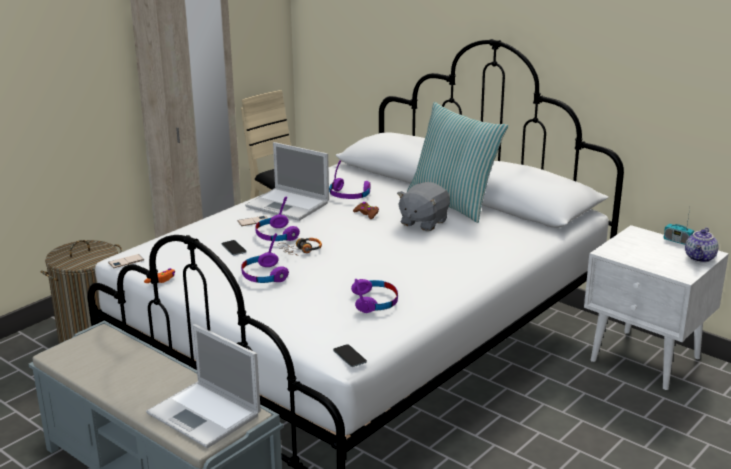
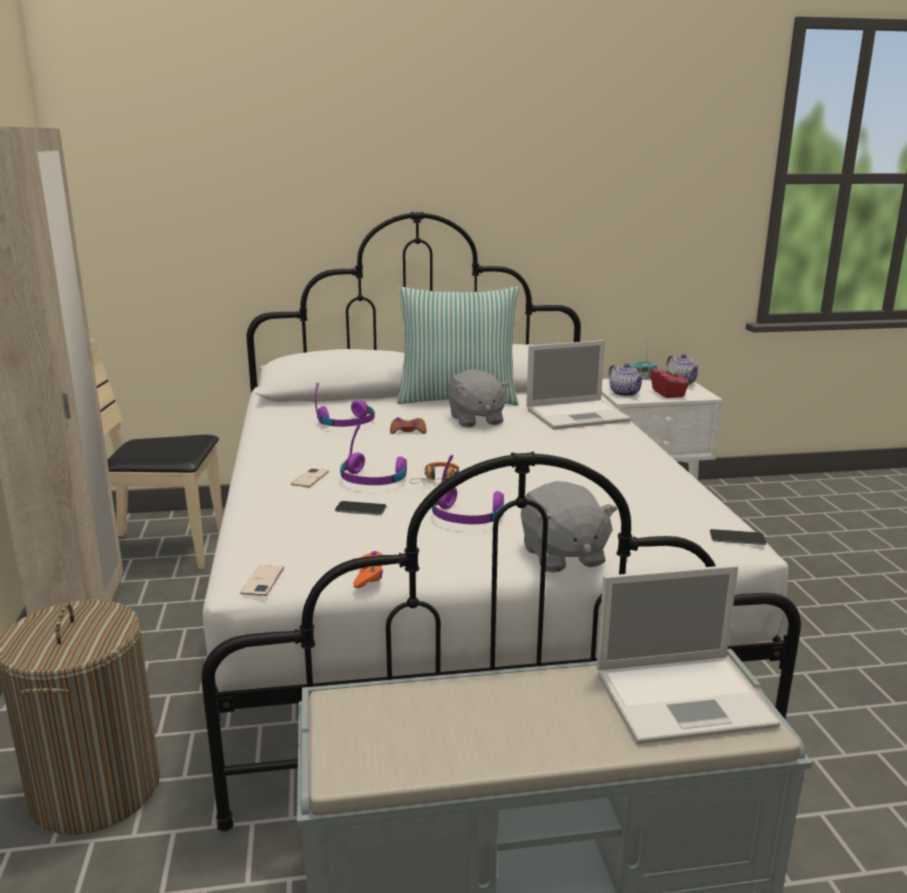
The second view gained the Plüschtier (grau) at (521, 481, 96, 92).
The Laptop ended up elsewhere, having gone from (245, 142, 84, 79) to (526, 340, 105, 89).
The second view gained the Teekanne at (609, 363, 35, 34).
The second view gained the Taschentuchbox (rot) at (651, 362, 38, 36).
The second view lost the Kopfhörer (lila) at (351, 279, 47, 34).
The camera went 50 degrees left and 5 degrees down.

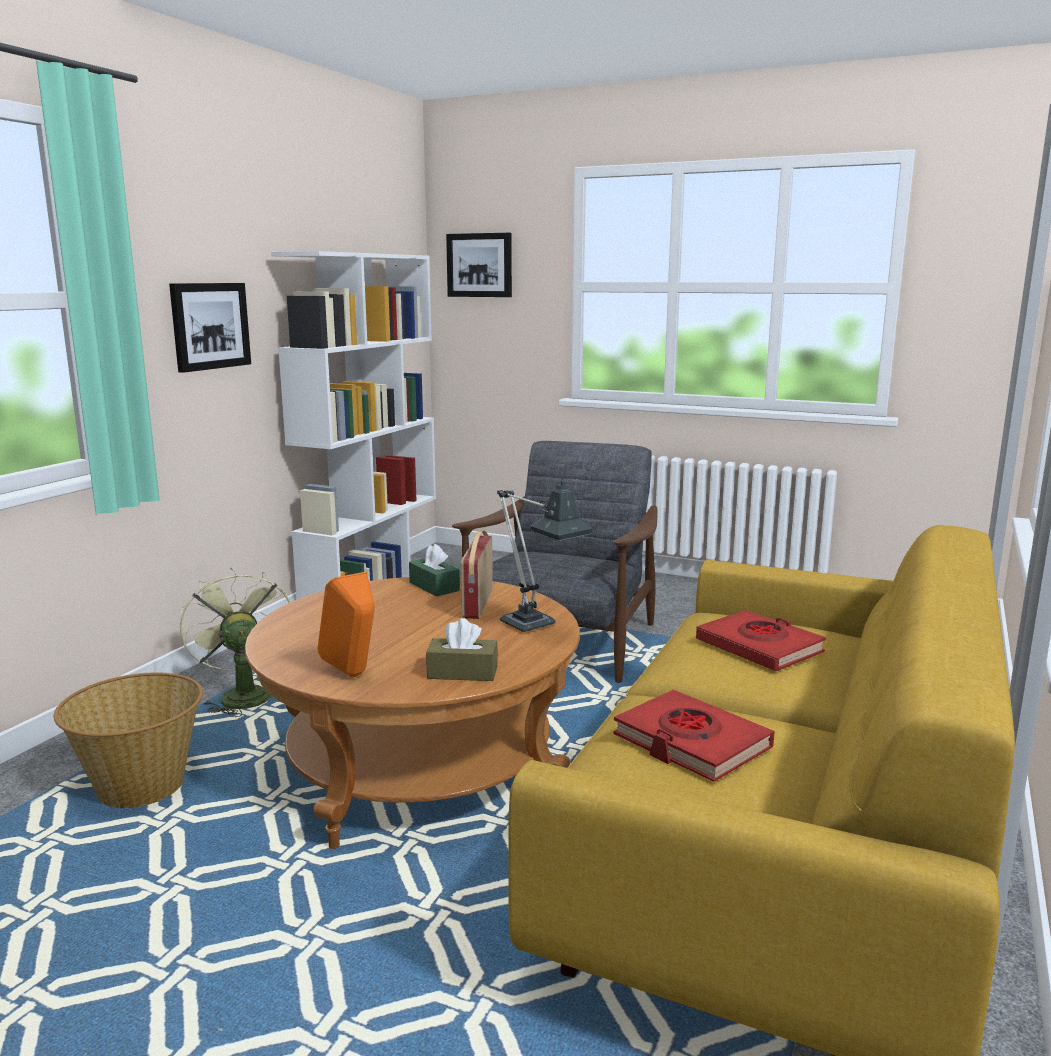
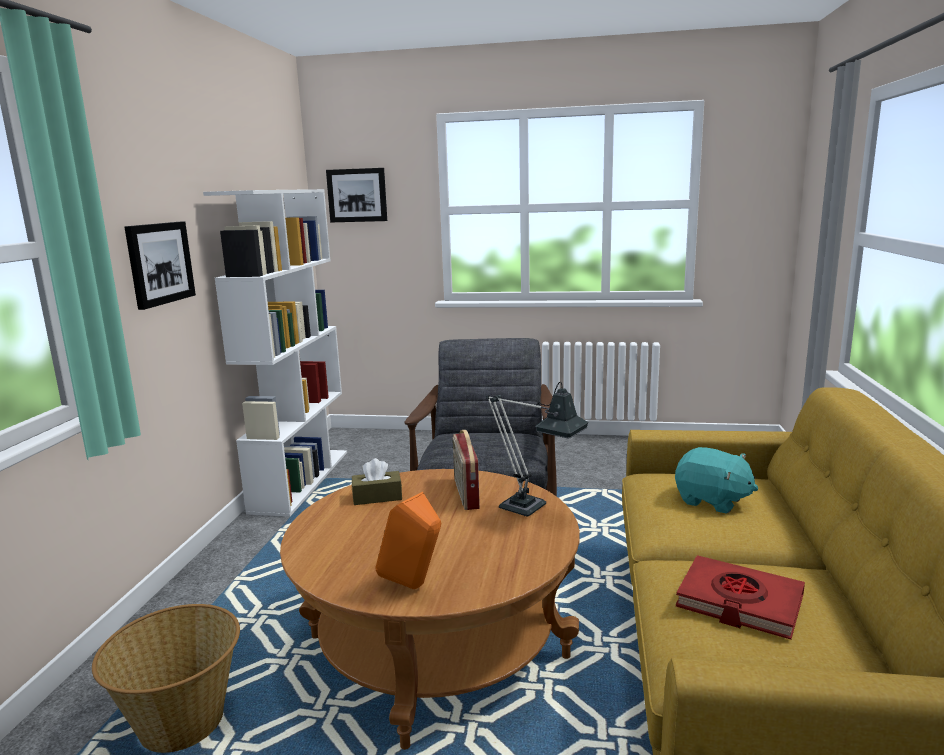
The Taschentuchbox (braun) ended up elsewhere, having gone from (426, 618, 72, 63) to (352, 458, 50, 47).
Where the Buch (rot) stood at (696, 610, 130, 61), the Plüschtier (türkis) came to stand at (675, 447, 83, 66).
The second view lost the Ventilator (grün) at (180, 568, 110, 149).
The second view lost the Taschentuchbox (grün) at (409, 544, 51, 52).
The camera went 15 degrees left and 0 degrees up.

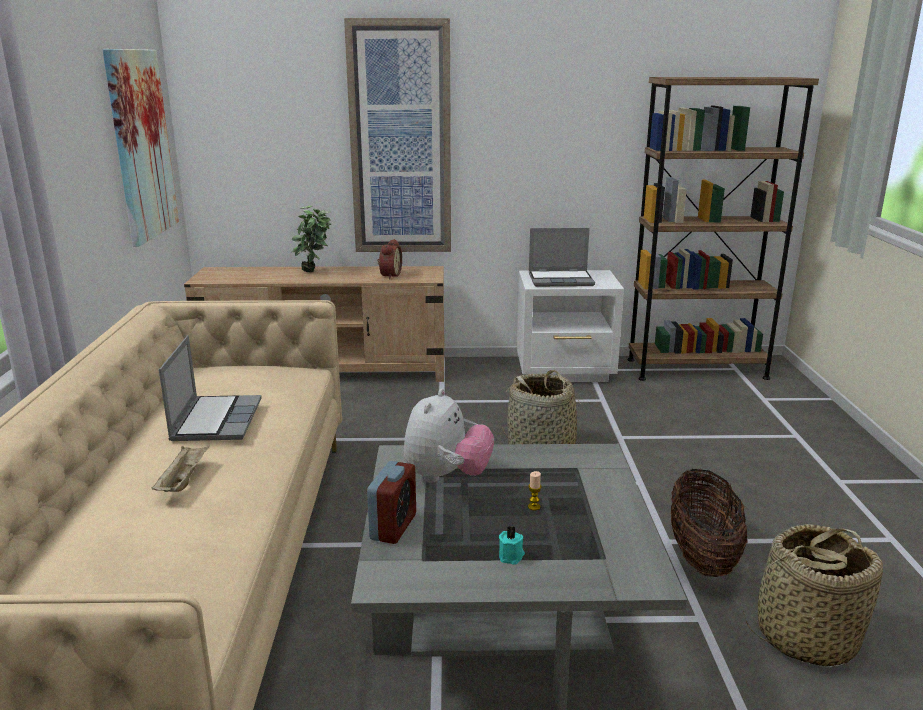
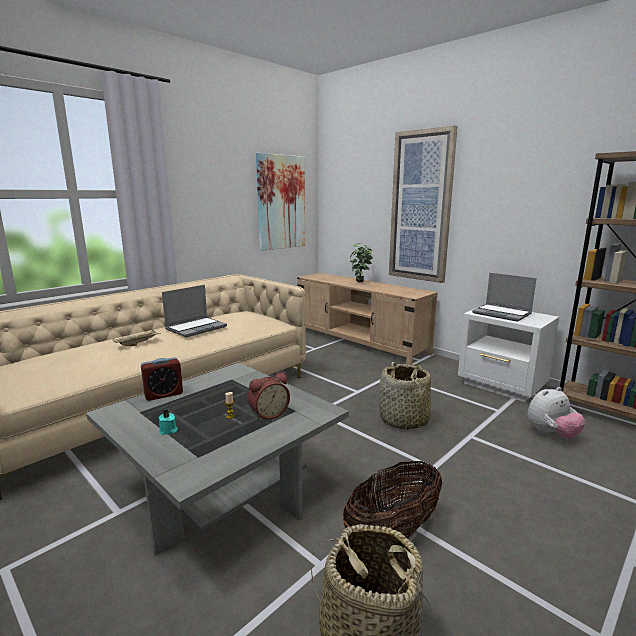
The Wecker ended up elsewhere, having gone from (377, 239, 25, 40) to (248, 373, 42, 47).
The Plüschtier ended up elsewhere, having gone from (404, 389, 90, 94) to (527, 387, 58, 52).
The camera went 45 degrees right and 5 degrees down.

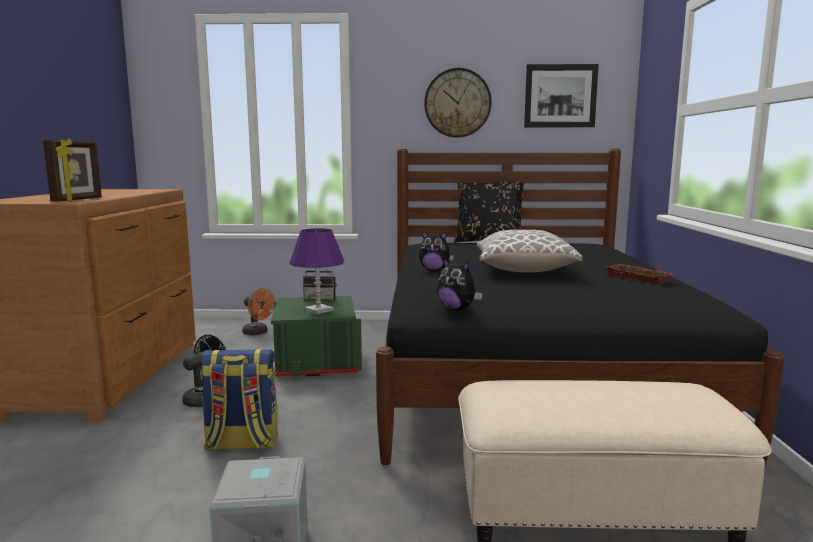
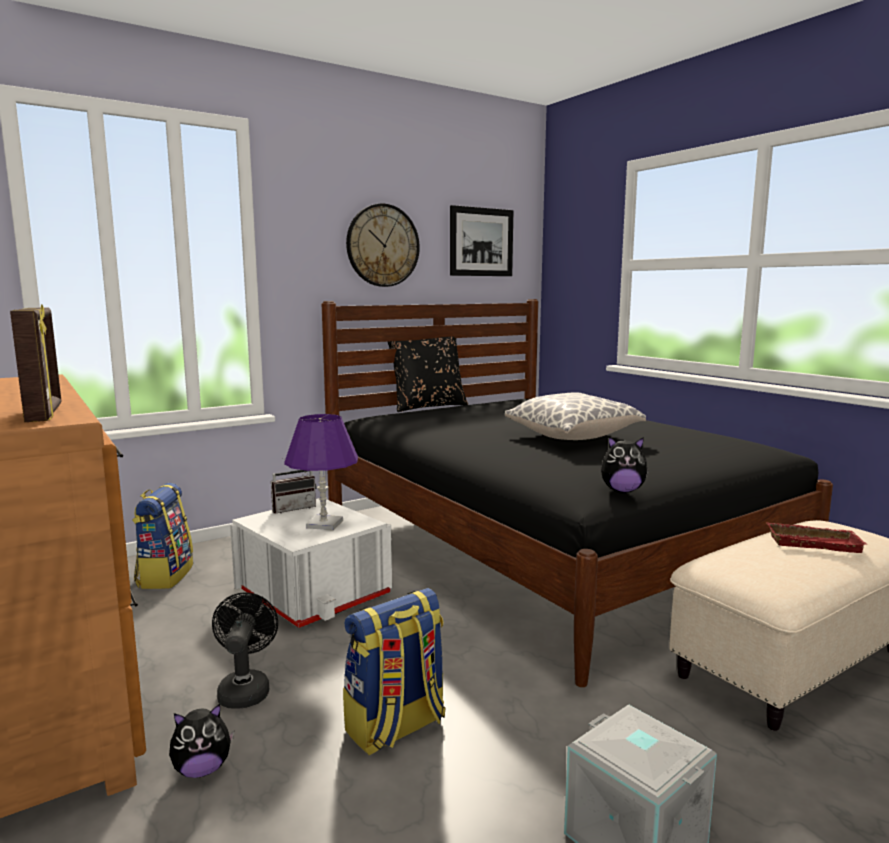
Where the Ventilator (orange) stood at (242, 288, 33, 47), the Rucksack came to stand at (132, 483, 61, 106).
The Plüschtier ended up elsewhere, having gone from (419, 231, 35, 40) to (169, 704, 65, 74).
What was the Aufbewahrungsbox (grün) at (271, 296, 91, 80) turned into the Aufbewahrungsbox (weiß) at (230, 498, 162, 130).
The Tablett (rot) ended up elsewhere, having gone from (606, 263, 69, 21) to (767, 522, 100, 31).
The camera went 35 degrees left and 0 degrees up.

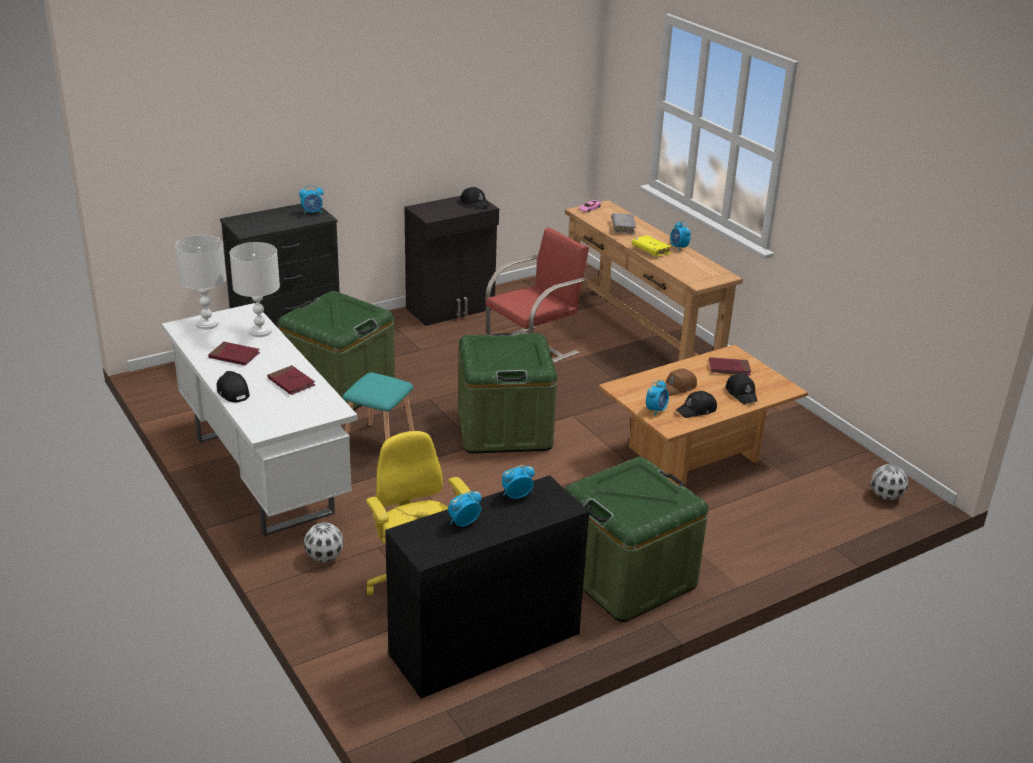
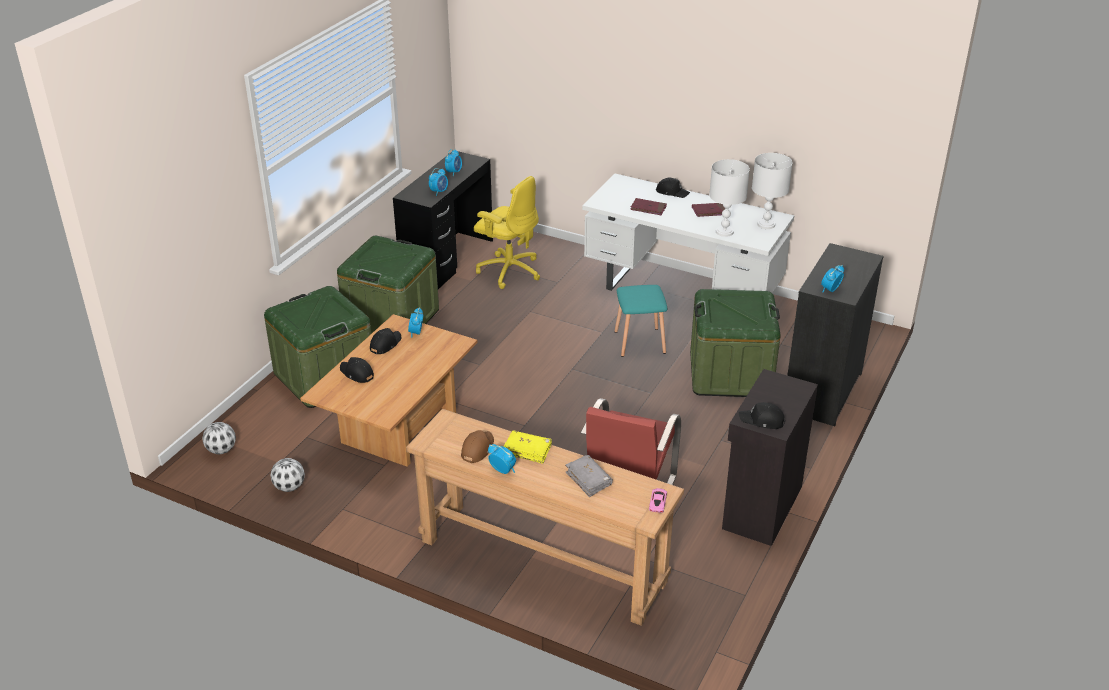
The Aufbewahrungsbox (grün) ended up elsewhere, having gone from (458, 333, 99, 121) to (264, 286, 107, 122).
The Fußball ended up elsewhere, having gone from (304, 523, 40, 39) to (270, 458, 35, 34).
The Kappe (braun) ended up elsewhere, having gone from (665, 369, 32, 27) to (461, 430, 33, 33).
The second view lost the Buch (rot) at (709, 357, 42, 18).
The camera went 150 degrees right and 5 degrees up.

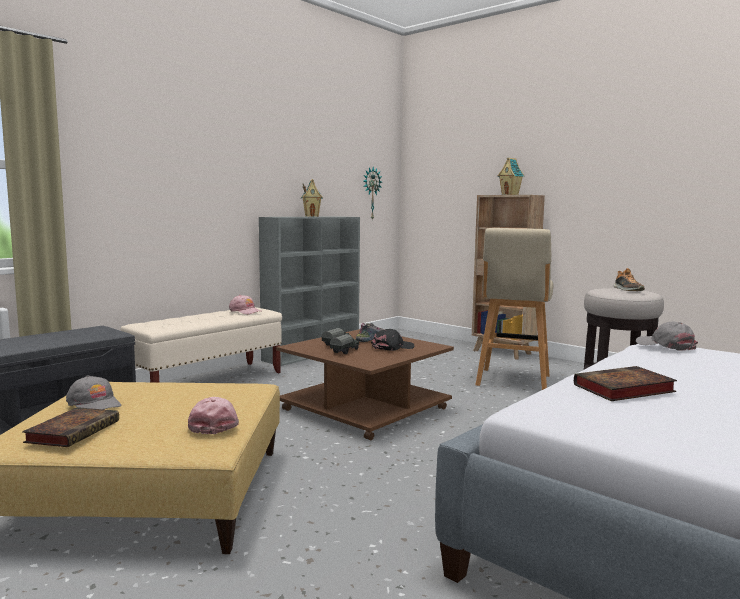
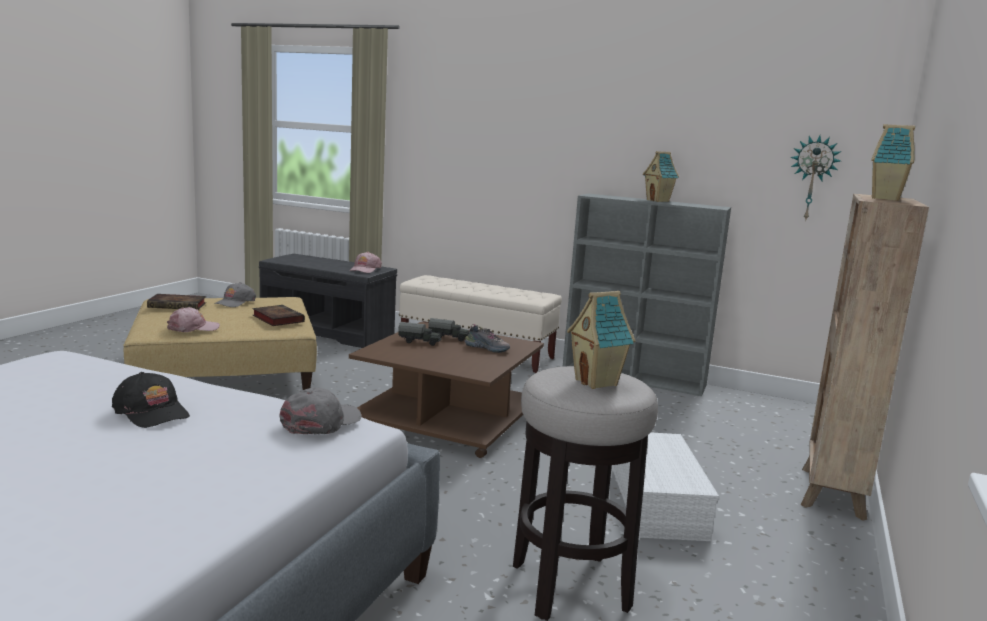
The Kappe (schwarz) ended up elsewhere, having gone from (371, 329, 43, 22) to (112, 372, 78, 56).
The Buch ended up elsewhere, having gone from (574, 366, 103, 35) to (252, 305, 53, 21).
The Kappe (rosa) ended up elsewhere, having gone from (229, 295, 34, 19) to (349, 252, 33, 21).
Where the Schuh stood at (613, 268, 32, 23), the Spielzeughaus came to stand at (567, 291, 68, 98).
Where the Hocker (beige) stood at (475, 228, 78, 162), the Aufbewahrungsbox (weiß) came to stand at (613, 432, 106, 109).
The camera went 70 degrees right and 5 degrees up.

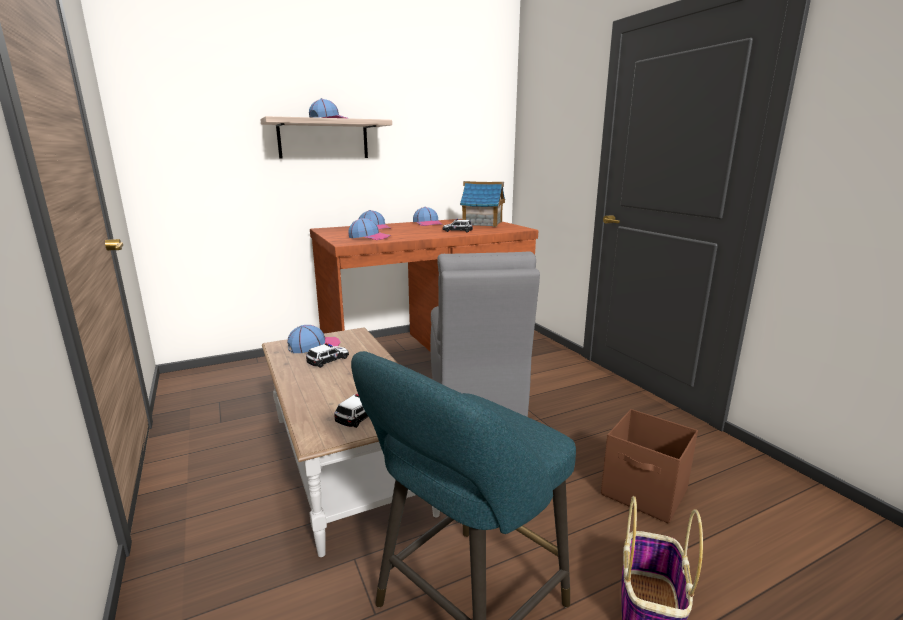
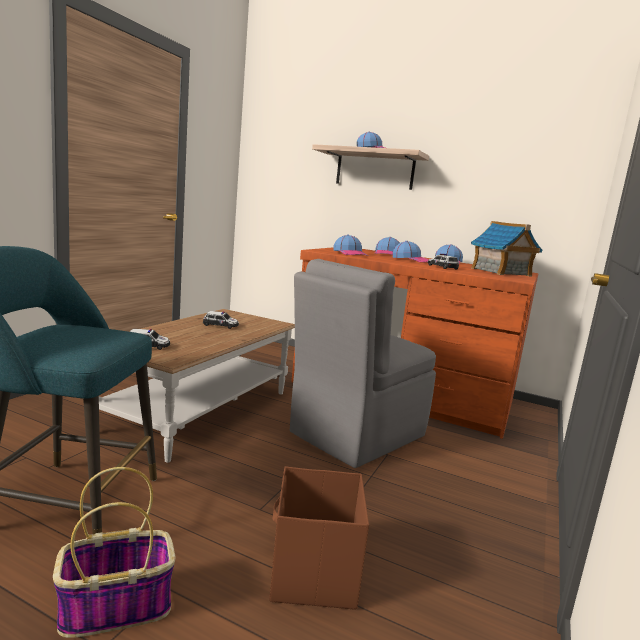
The Kappe ended up elsewhere, having gone from (287, 325, 53, 28) to (393, 241, 36, 21).
The camera went 50 degrees right and 5 degrees down.

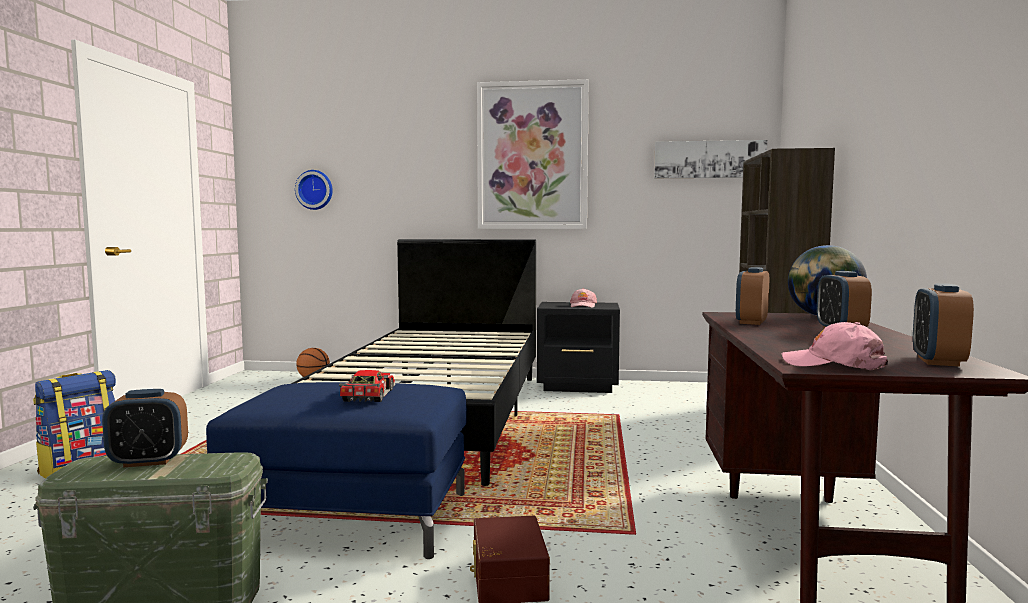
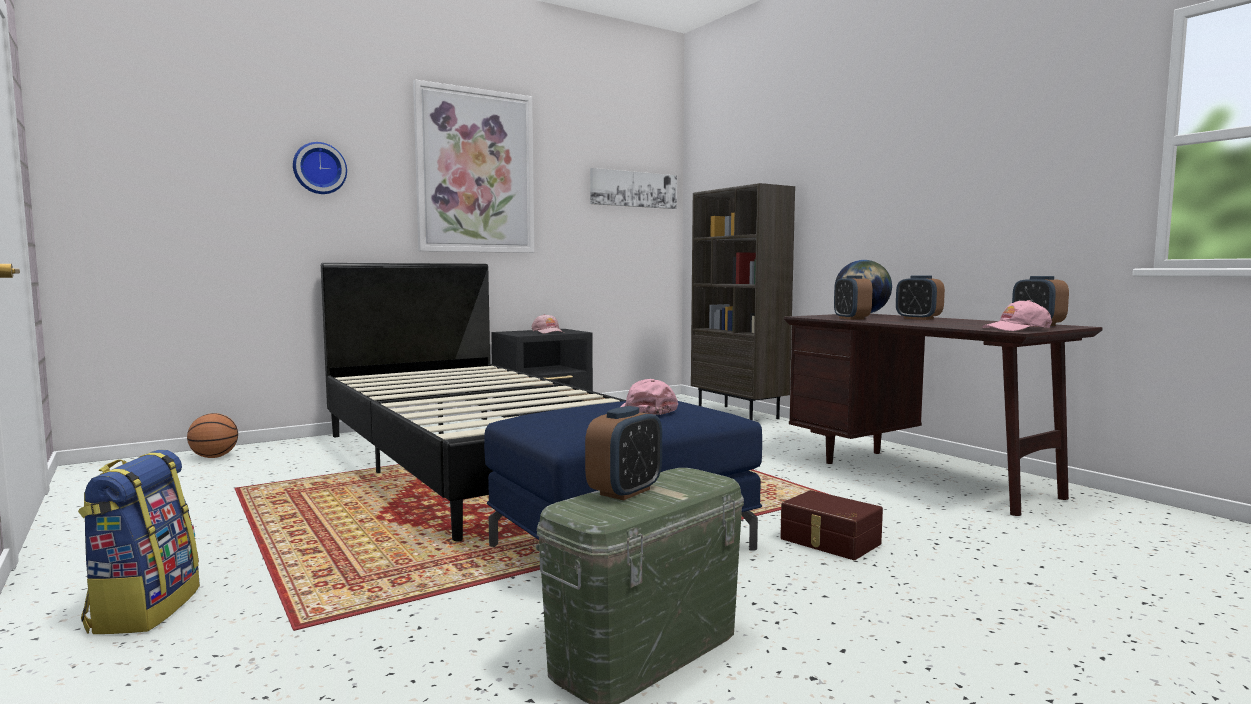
The Wanduhr ended up elsewhere, having gone from (295, 170, 38, 40) to (293, 142, 54, 52).
Where the Spielzeugauto stood at (339, 370, 57, 32), the Kappe (rosa) came to stand at (620, 379, 58, 36).
The camera went 40 degrees left and 0 degrees up.

